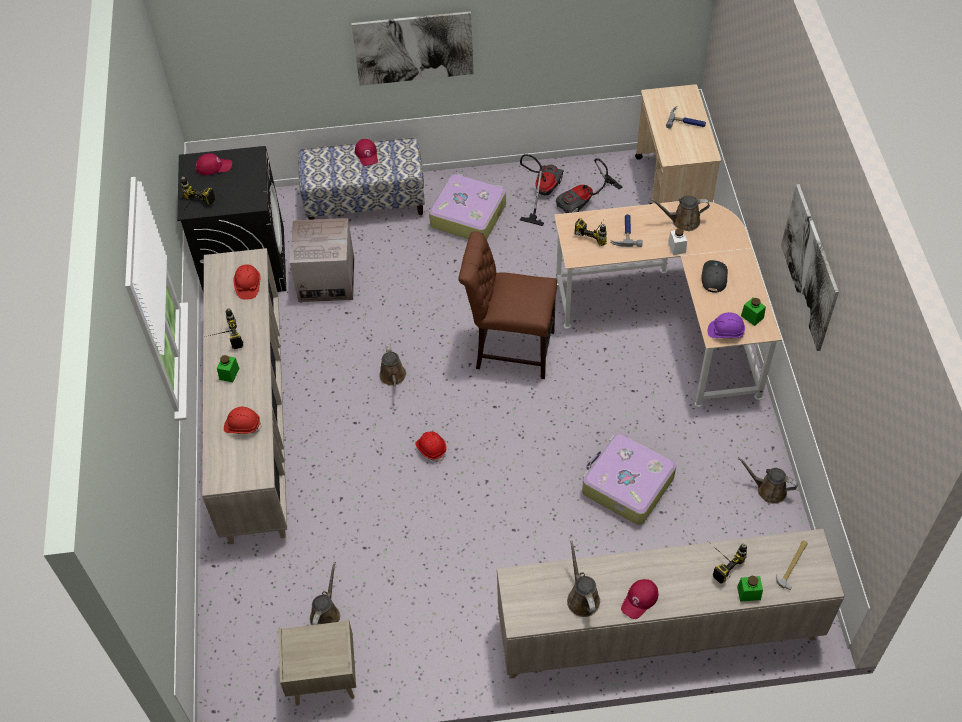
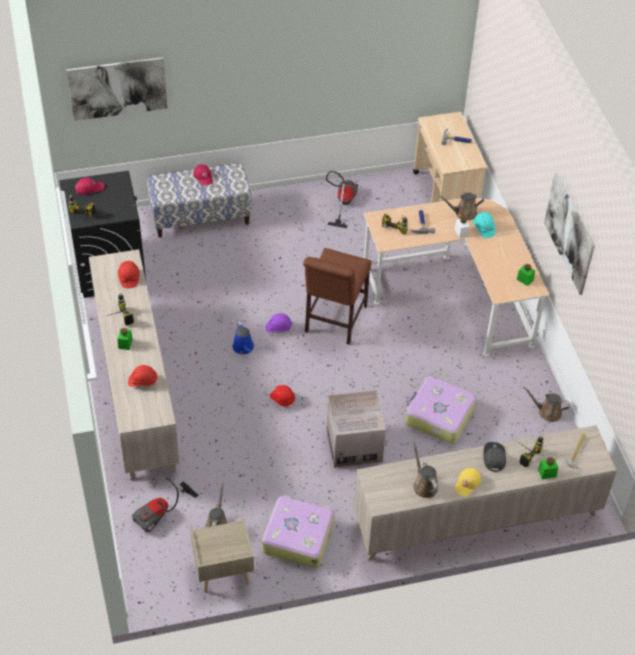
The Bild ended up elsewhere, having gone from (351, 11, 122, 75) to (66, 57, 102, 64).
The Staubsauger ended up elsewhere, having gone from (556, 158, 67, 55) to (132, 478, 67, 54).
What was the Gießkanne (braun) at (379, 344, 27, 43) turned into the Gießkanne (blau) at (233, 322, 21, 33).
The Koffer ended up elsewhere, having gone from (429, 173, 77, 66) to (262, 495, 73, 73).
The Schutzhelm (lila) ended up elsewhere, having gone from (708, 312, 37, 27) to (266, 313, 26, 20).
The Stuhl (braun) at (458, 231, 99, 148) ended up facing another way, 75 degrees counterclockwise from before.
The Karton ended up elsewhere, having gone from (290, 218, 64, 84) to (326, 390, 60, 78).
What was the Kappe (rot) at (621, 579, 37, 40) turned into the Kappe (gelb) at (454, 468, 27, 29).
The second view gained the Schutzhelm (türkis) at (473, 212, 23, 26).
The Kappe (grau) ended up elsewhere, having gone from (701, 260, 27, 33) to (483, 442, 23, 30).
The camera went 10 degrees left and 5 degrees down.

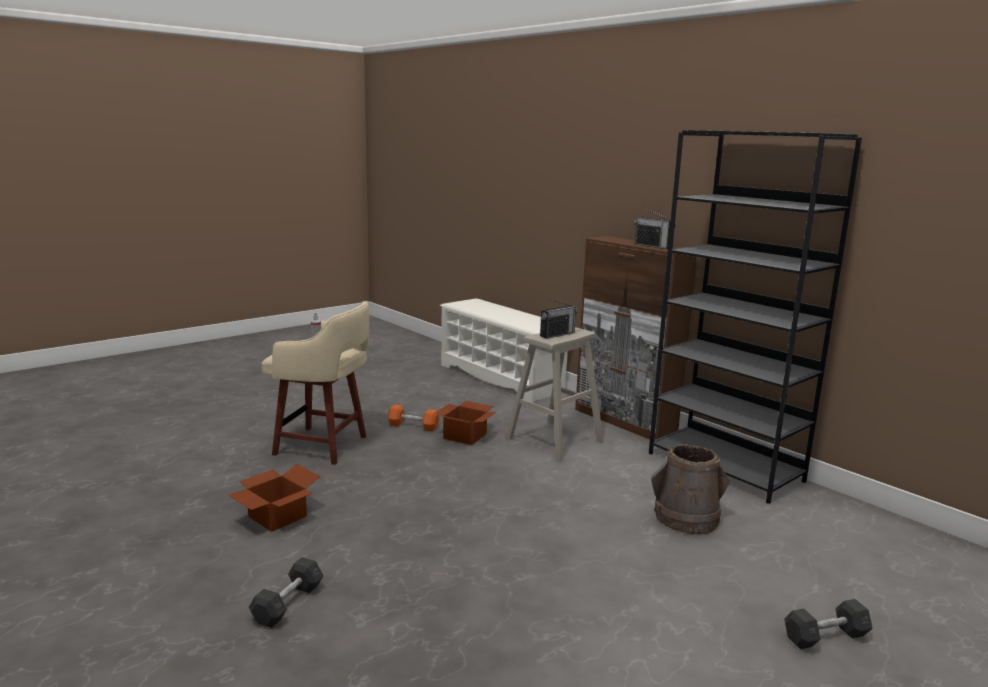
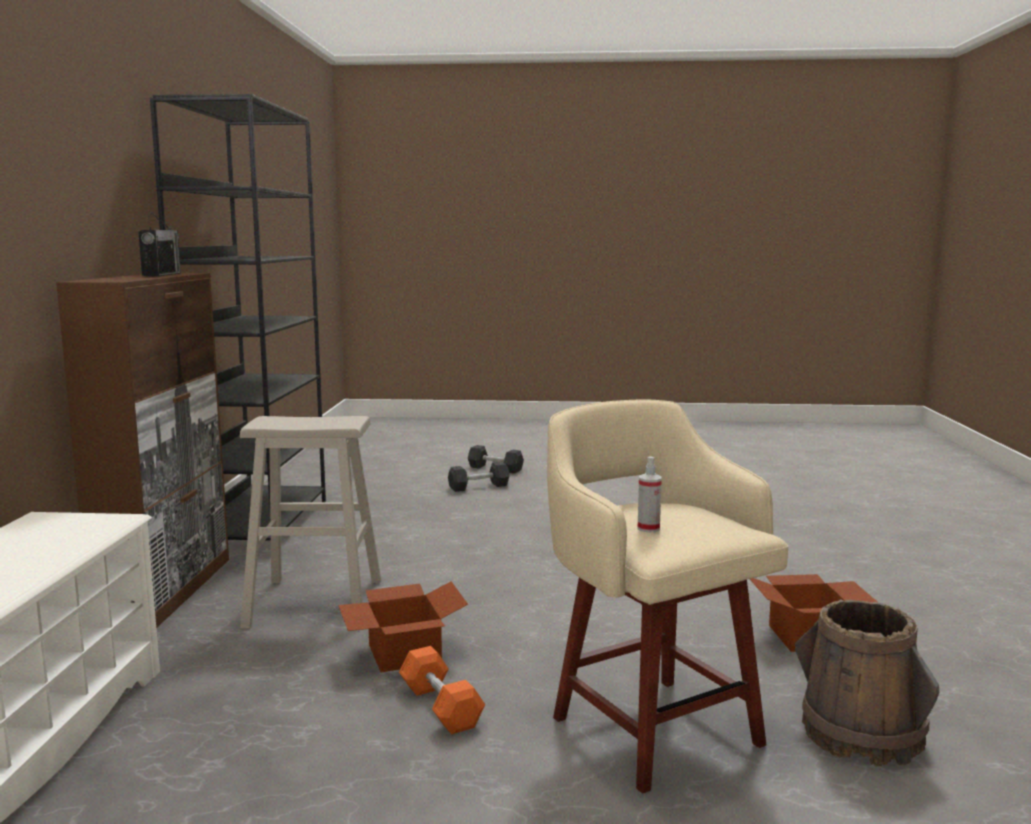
The Hantel (grau) ended up elsewhere, having gone from (249, 557, 75, 71) to (448, 462, 62, 30).
The Eimer (braun) ended up elsewhere, having gone from (651, 444, 79, 90) to (795, 600, 144, 167).
The second view lost the Radio at (540, 299, 38, 40).
The camera went 135 degrees left and 5 degrees down.

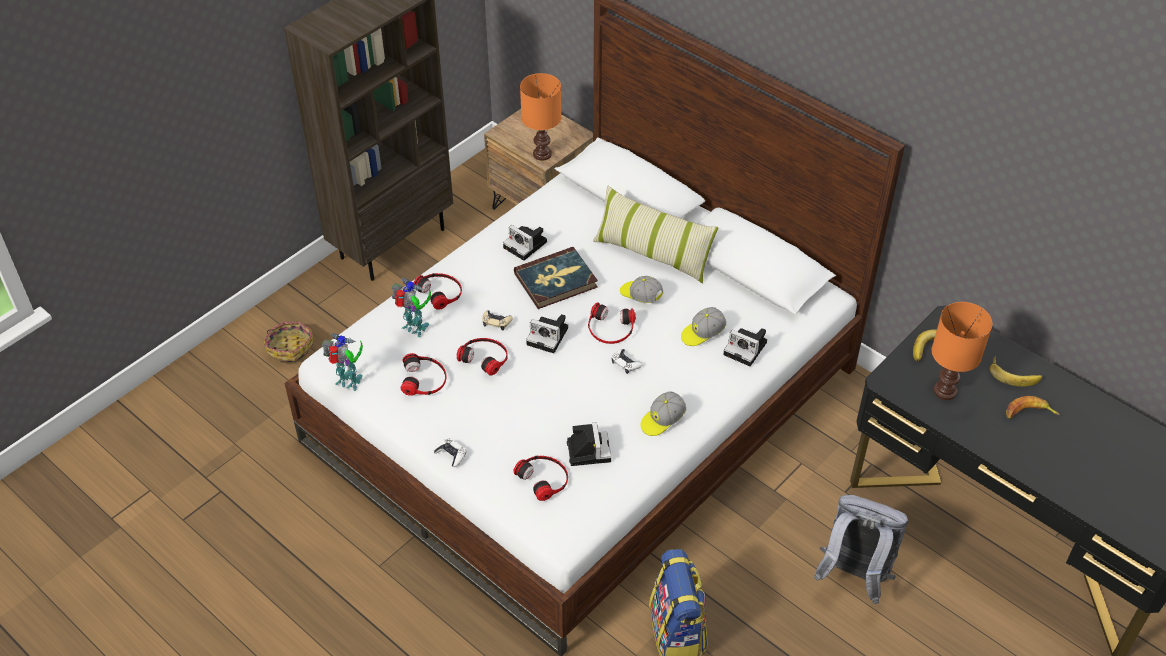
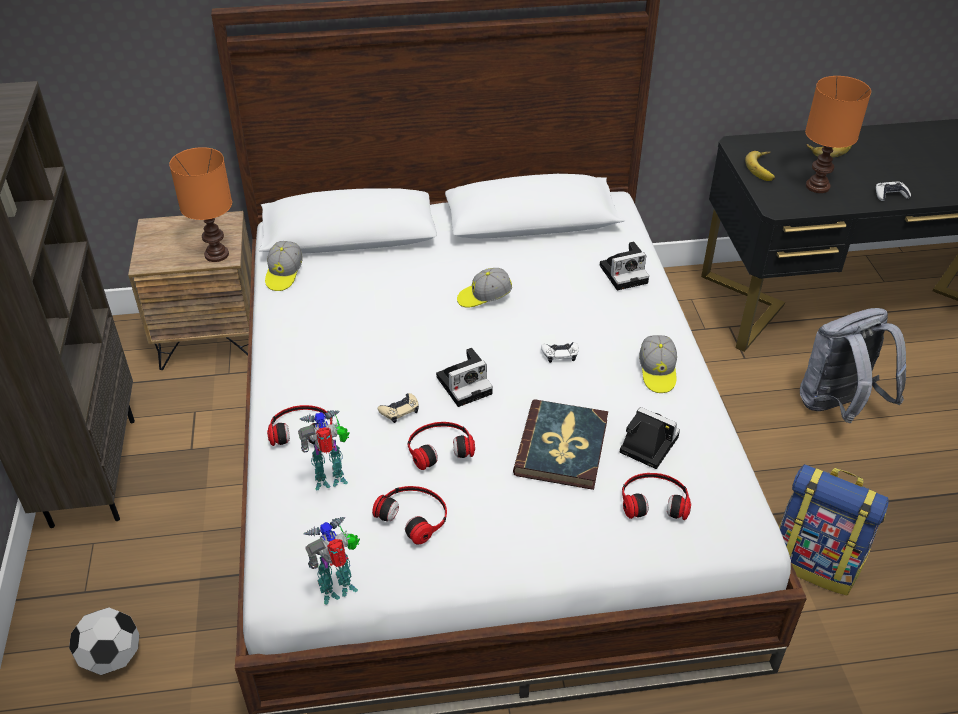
Where the Korb stood at (264, 322, 50, 41), the Fußball came to stand at (69, 607, 70, 68).
The Kappe ended up elsewhere, having gone from (681, 307, 45, 39) to (265, 241, 38, 50).
The Buch ended up elsewhere, having gone from (514, 247, 84, 62) to (513, 399, 95, 91).
The Gamepad (weiß) ended up elsewhere, having gone from (434, 438, 32, 29) to (875, 181, 36, 20).
The second view lost the Kamera at (503, 225, 44, 36).
The second view lost the Kopfhörer at (588, 303, 48, 41).
The second view lost the Kissen at (593, 186, 126, 97).
The second view lost the Banane at (1006, 396, 54, 23).
The camera went 50 degrees left and 5 degrees down.

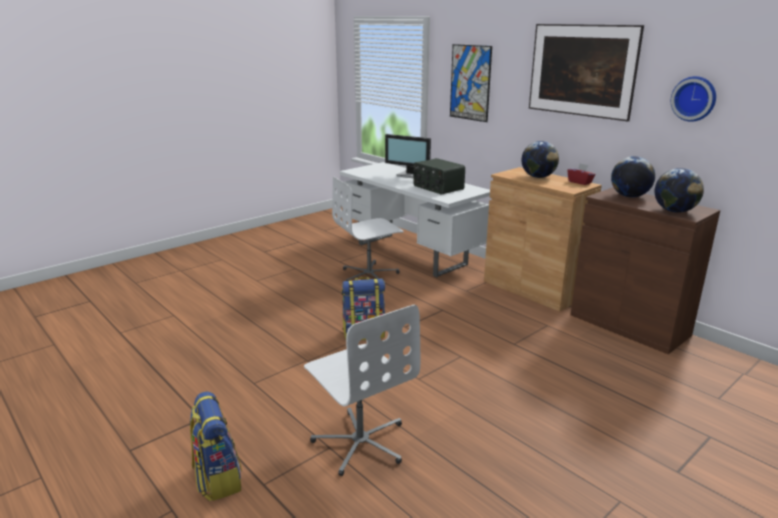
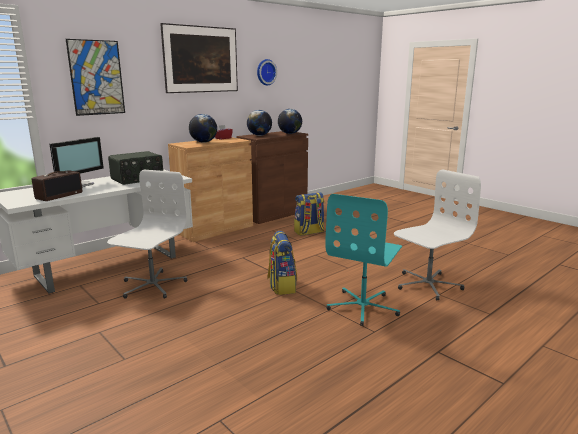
The second view gained the Radio at (32, 170, 50, 31).
The Bürostuhl (weiß) at (332, 176, 72, 105) ended up facing another way, 135 degrees counterclockwise from before.
The Rucksack ended up elsewhere, having gone from (190, 391, 52, 110) to (294, 192, 30, 44).
The second view gained the Bürostuhl (türkis) at (325, 194, 77, 132).
The camera went 90 degrees left and 5 degrees down.

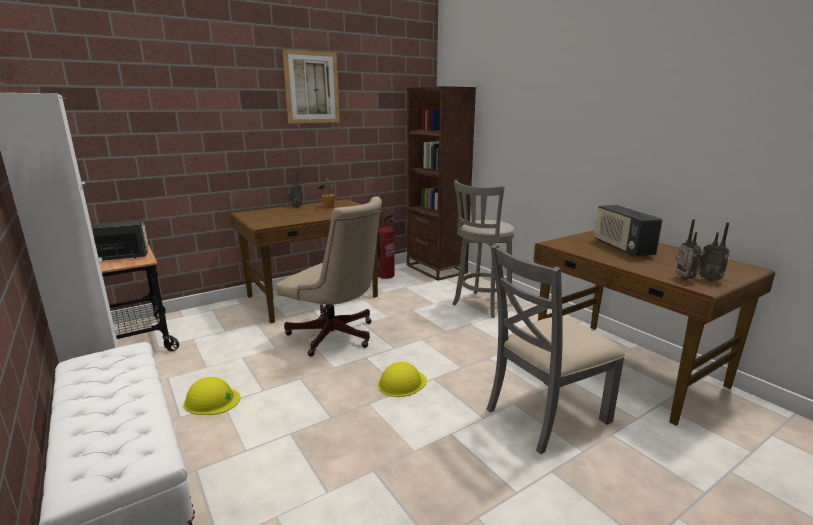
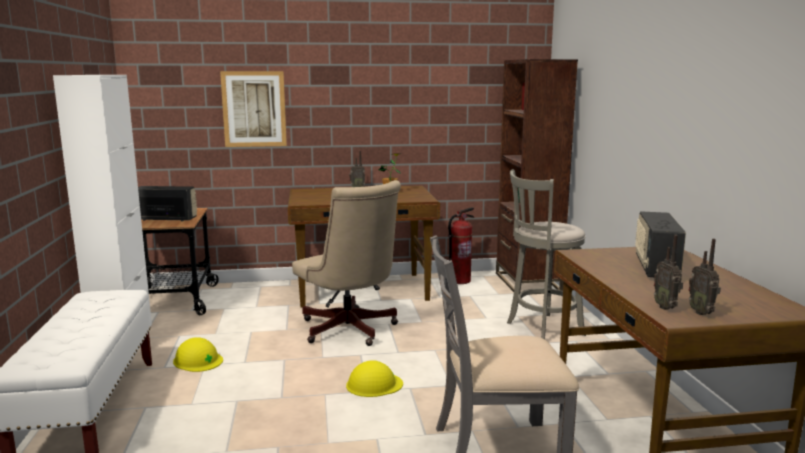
The Bild ended up elsewhere, having gone from (282, 49, 58, 74) to (220, 71, 67, 76).
The Radio at (675, 219, 27, 61) ended up facing another way, 150 degrees clockwise from before.
The camera went 25 degrees right and 5 degrees down.

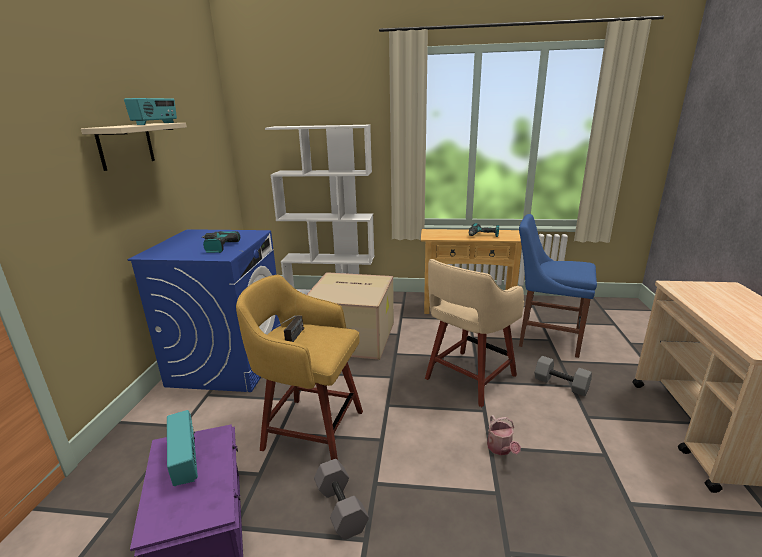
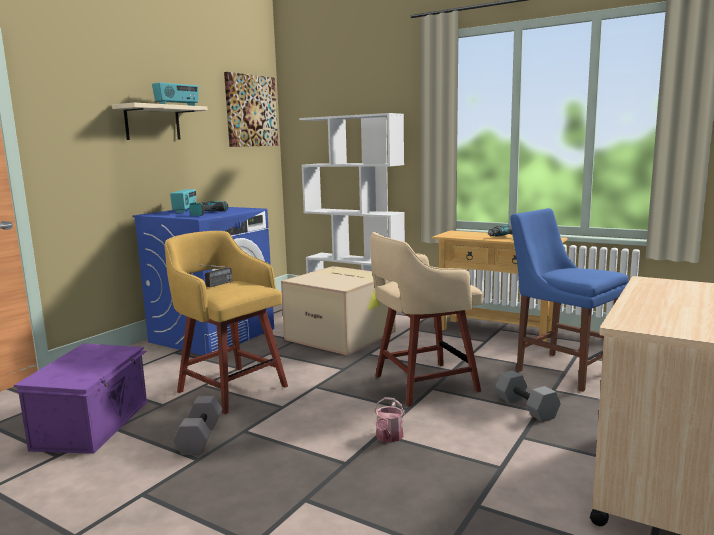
The Radio ended up elsewhere, having gone from (167, 410, 31, 76) to (170, 189, 26, 24).
The second view gained the Bild at (224, 72, 54, 75).
The camera went 25 degrees right and 10 degrees down.

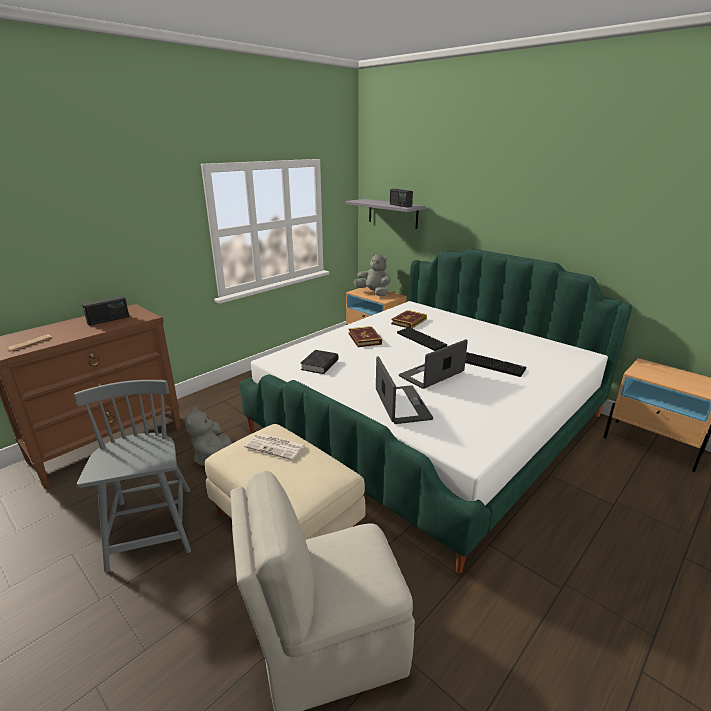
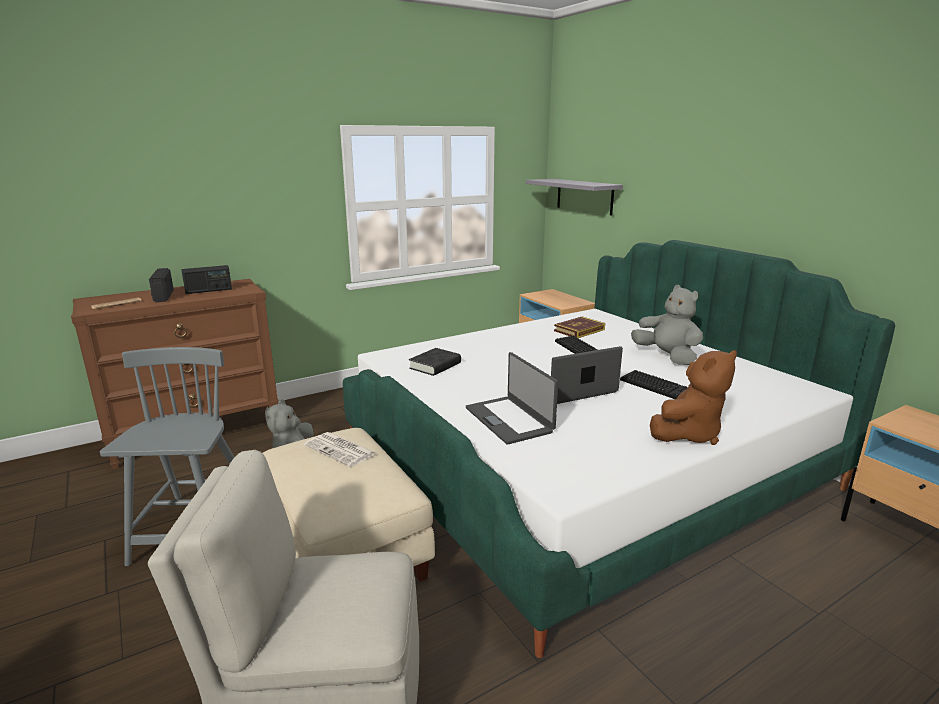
The Radio ended up elsewhere, having gone from (390, 189, 23, 19) to (149, 268, 25, 34).
The Laptop at (376, 356, 57, 68) ended up facing another way, 150 degrees clockwise from before.
The Plüschtier (grau) ended up elsewhere, having gone from (354, 252, 37, 44) to (631, 285, 72, 80).
The second view gained the Plüschtier (braun) at (650, 350, 87, 95).
The second view lost the Buch at (348, 326, 34, 21).
The camera went 15 degrees right and 5 degrees down.

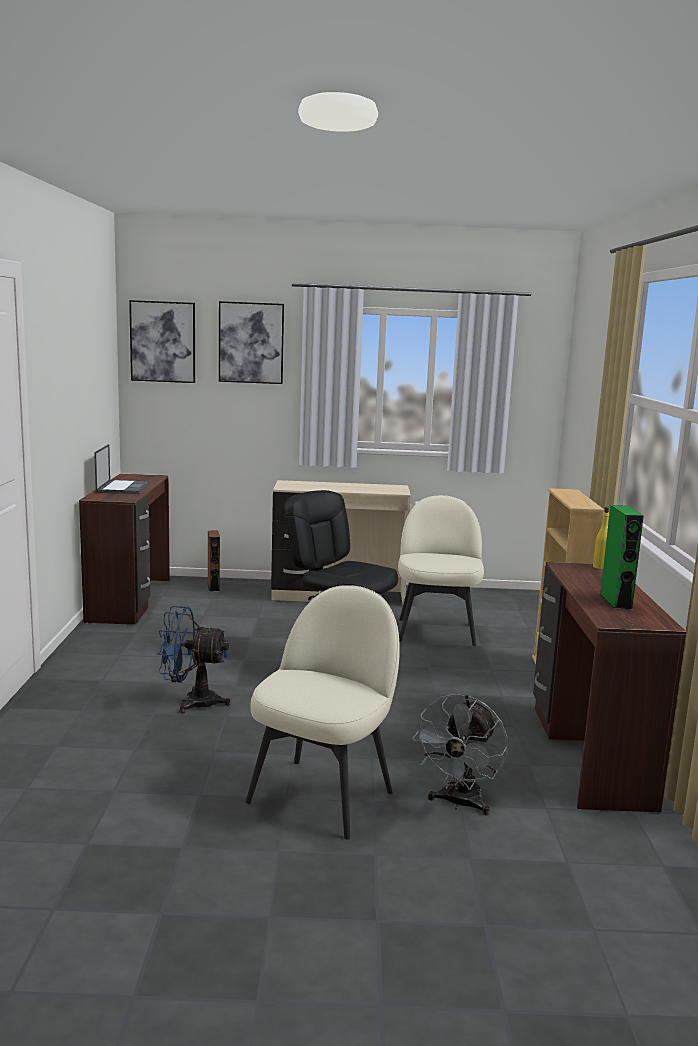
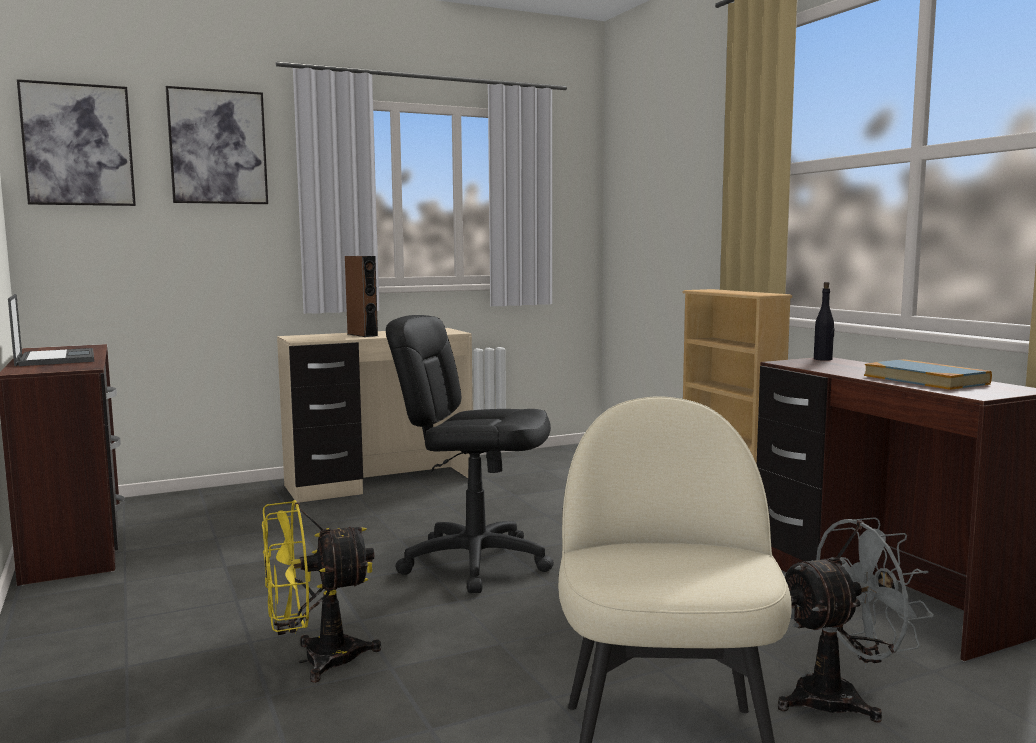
What was the Ventilator (blau) at (157, 606, 74, 107) turned into the Ventilator (gelb) at (262, 500, 119, 183).
The Lautsprecher (braun) ended up elsewhere, having gone from (207, 531, 13, 61) to (345, 256, 33, 81).
The Ventilator (grau) at (412, 694, 96, 122) ended up facing another way, 105 degrees counterclockwise from before.
What was the Flasche (gelb) at (593, 507, 16, 62) turned into the Flasche (schwarz) at (814, 282, 21, 79).
Where the Lautsprecher (grün) stood at (600, 505, 44, 105), the Buch came to stand at (864, 359, 128, 31).
The second view lost the Stuhl (beige) at (398, 495, 86, 151).
The camera went 25 degrees left and 5 degrees down.

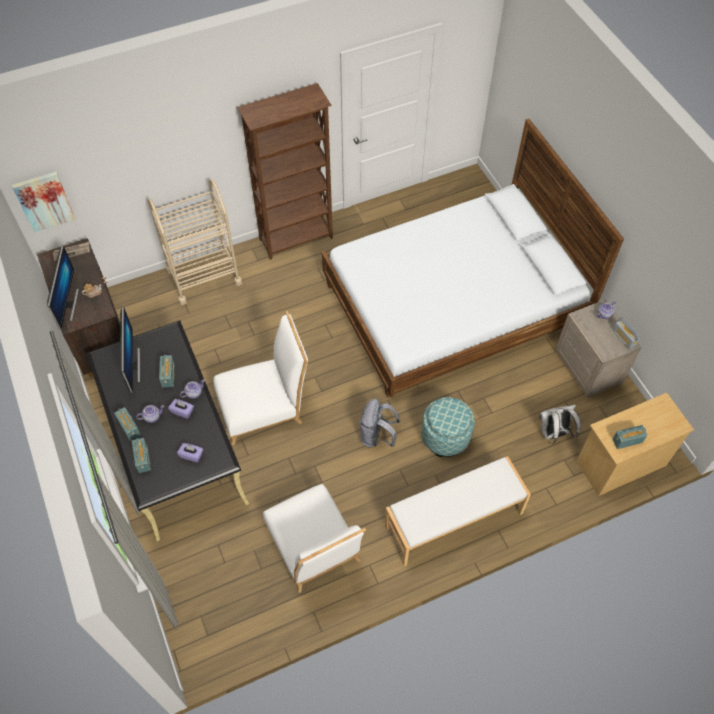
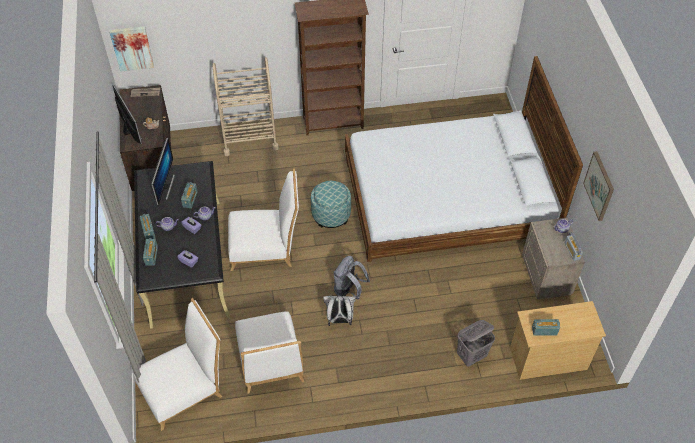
The Monitor at (47, 246, 32, 84) ended up facing another way, 45 degrees counterclockwise from before.
The second view gained the Stuhl (weiß) at (133, 298, 90, 133).
The Polsterhocker ended up elsewhere, having gone from (422, 397, 53, 60) to (311, 181, 40, 47).
The Rucksack (weiß) ended up elsewhere, having gone from (539, 405, 42, 39) to (323, 296, 33, 30).
The second view gained the Wäschekorb (grau) at (457, 320, 38, 47).
The second view gained the Bild at (583, 151, 31, 70).
The second view lost the Bank (weiß) at (385, 456, 146, 110).
The camera went 15 degrees right and 5 degrees down.

